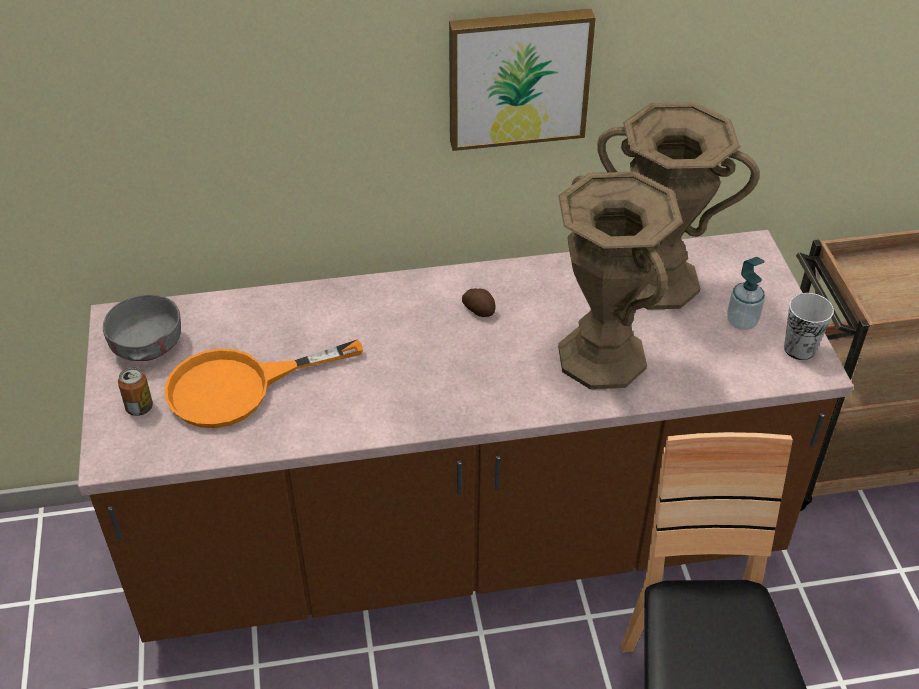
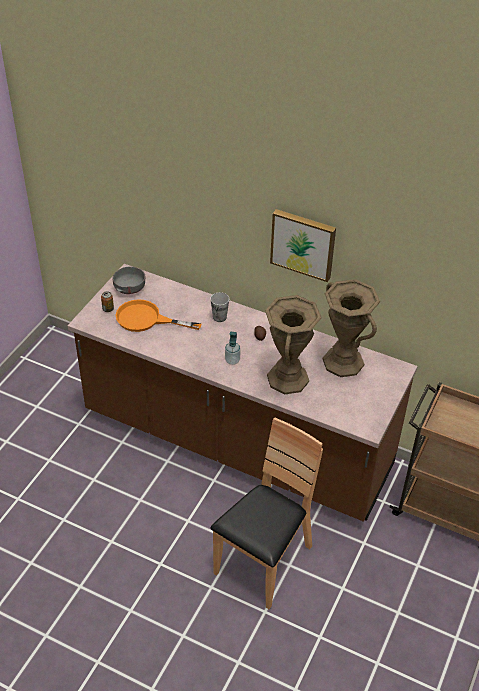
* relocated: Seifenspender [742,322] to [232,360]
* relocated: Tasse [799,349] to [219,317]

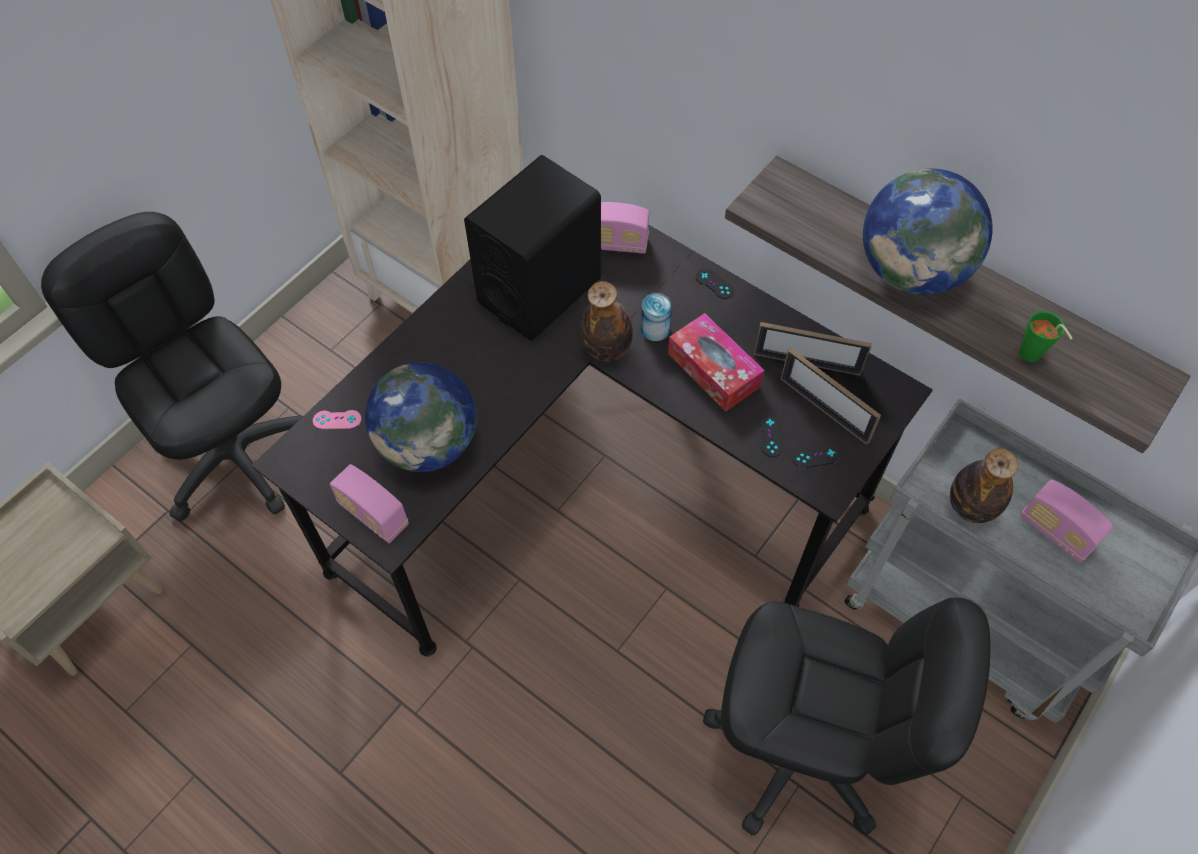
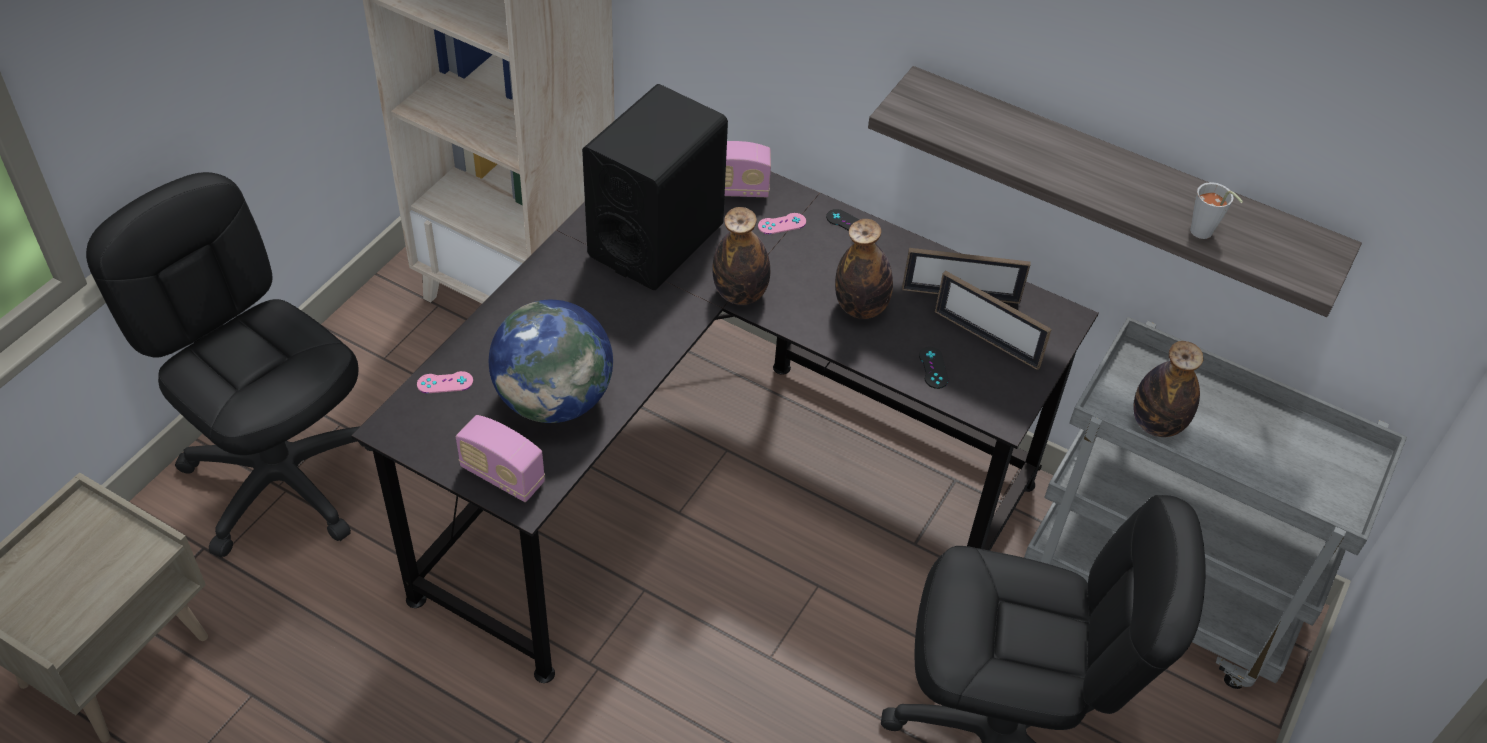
* missing: Dose [655,329]
* missing: Gamepad (schwarz) [816,456]
* missing: Globus [911,271]
* missing: Radio [1056,532]
* appeared: Gamepad (rosa) [782,224]
* exchanged: Taschentuchbox [713,370] to Flasche [861,307]
* colour: Tasse (grün) [1032,357] to Tasse (grau) [1204,234]

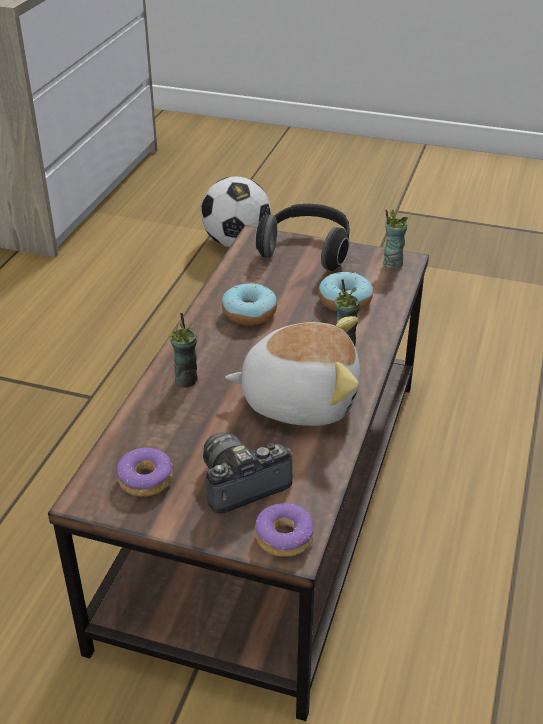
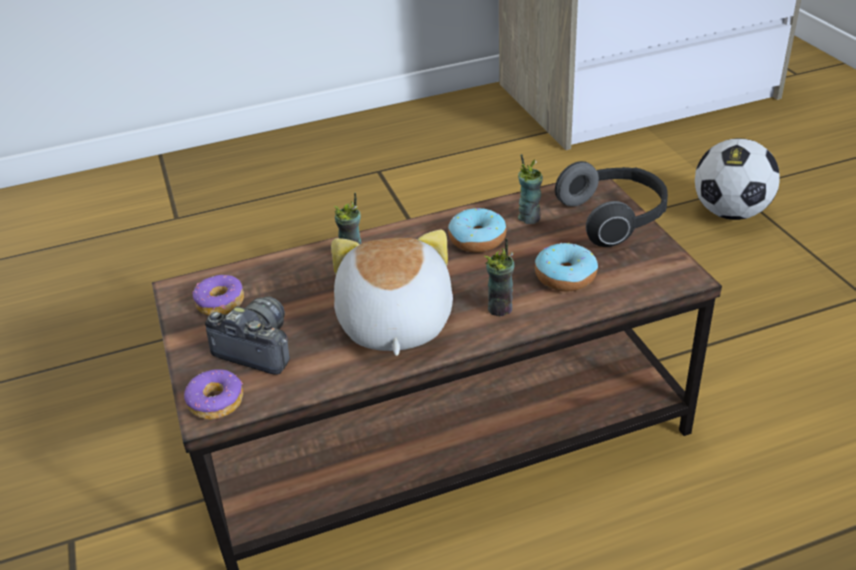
* relocated: Tasse [392,263] to [529,217]
* spun: Plüschtier [299,399] = [393,323] 150 degrees counterclockwise

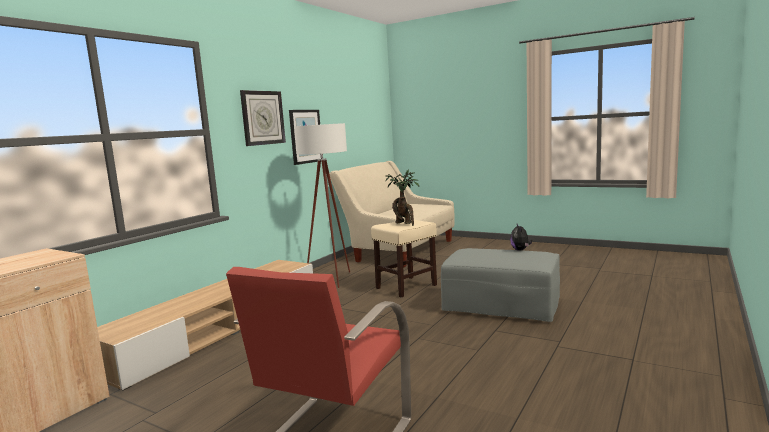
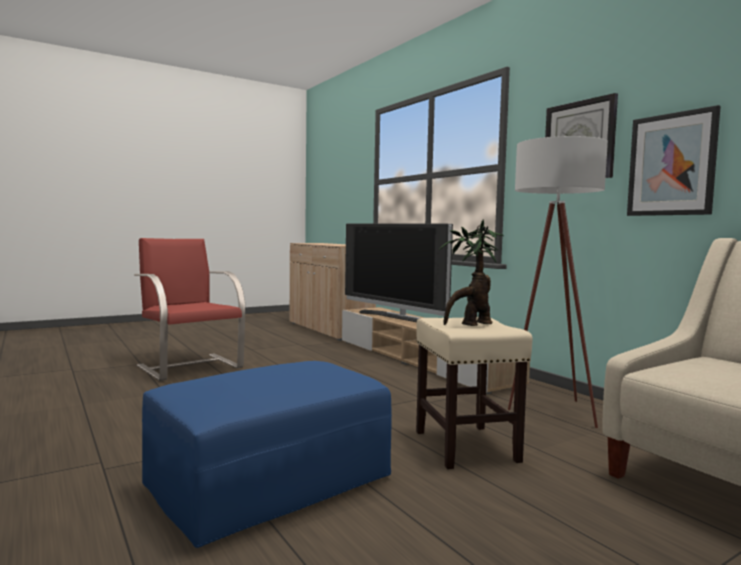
* missing: Plüschtier [520,250]
* appeared: Fernseher [398,318]
* colour: Polsterhocker (grau) [501,305] to Polsterhocker (blau) [270,483]

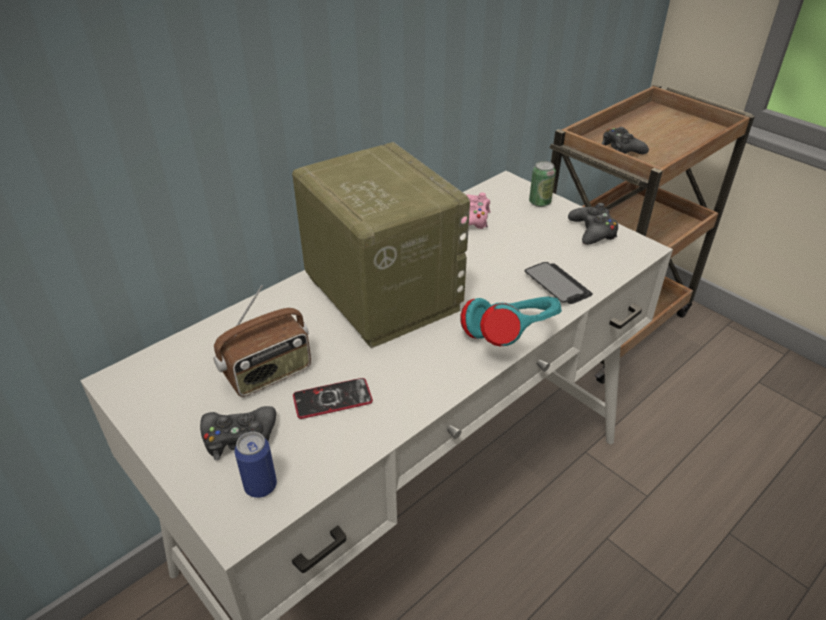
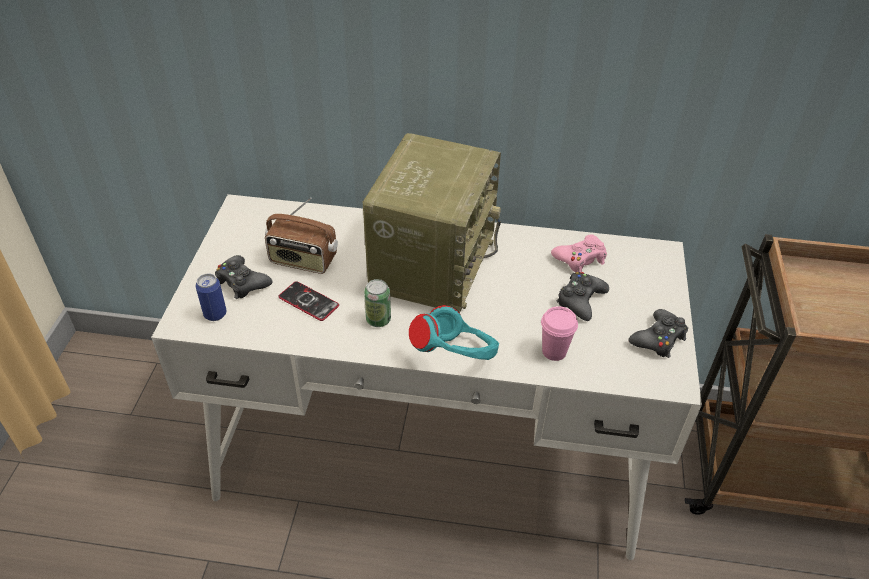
* relocated: Dose [539,202] to [378,320]
* relocated: Gamepad (schwarz) [622,148] to [580,300]
* exchanged: Handy [557,284] to Tasse (rosa) [554,351]

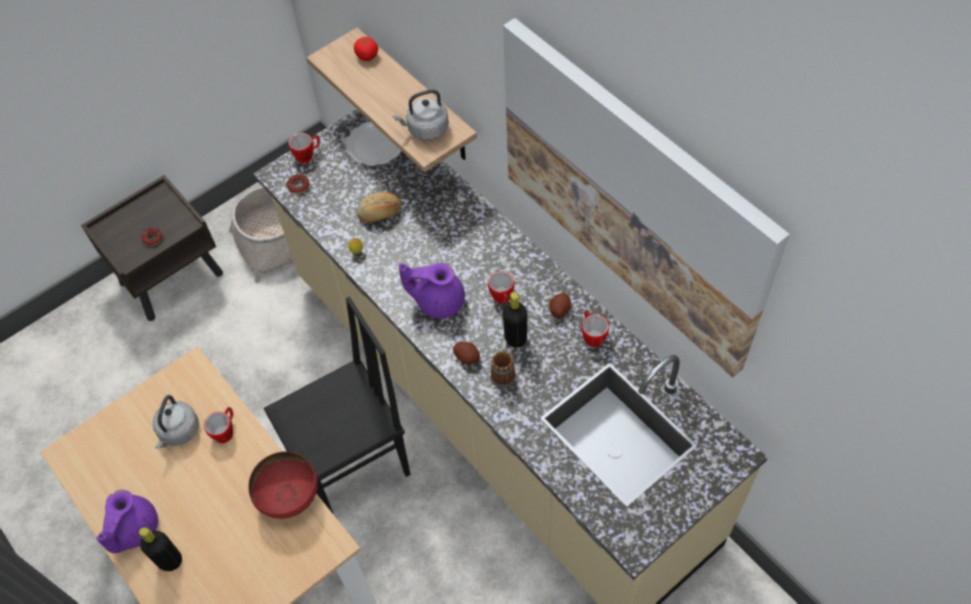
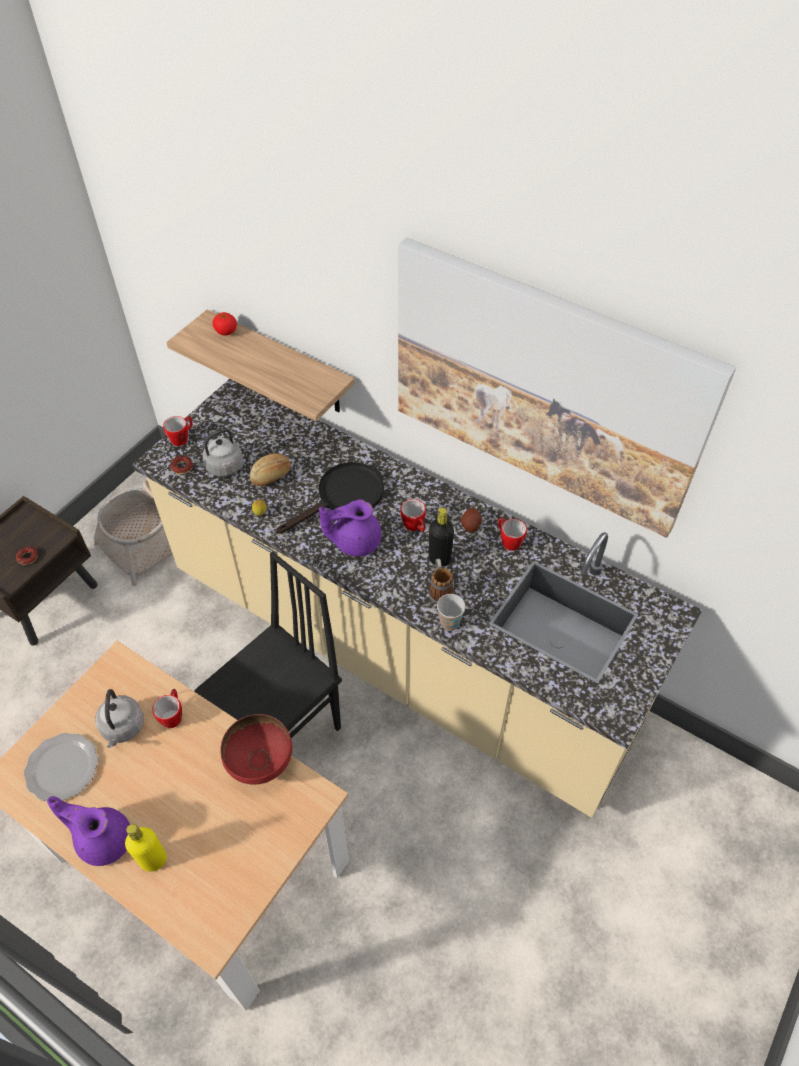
* missing: Kartoffel [467,357]
* appeared: Pfanne (schwarz) [343,497]
* appeared: Tasse [449,623]
* relocated: Teller [375,145] to [61,768]
* relocated: Wasserkessel (grau) [426,129] to [222,467]
* colour: Flasche (schwarz) [170,561] to Flasche (gelb) [153,859]
* spun: Teekanne (lila) [133,530] = [103,839] 120 degrees clockwise

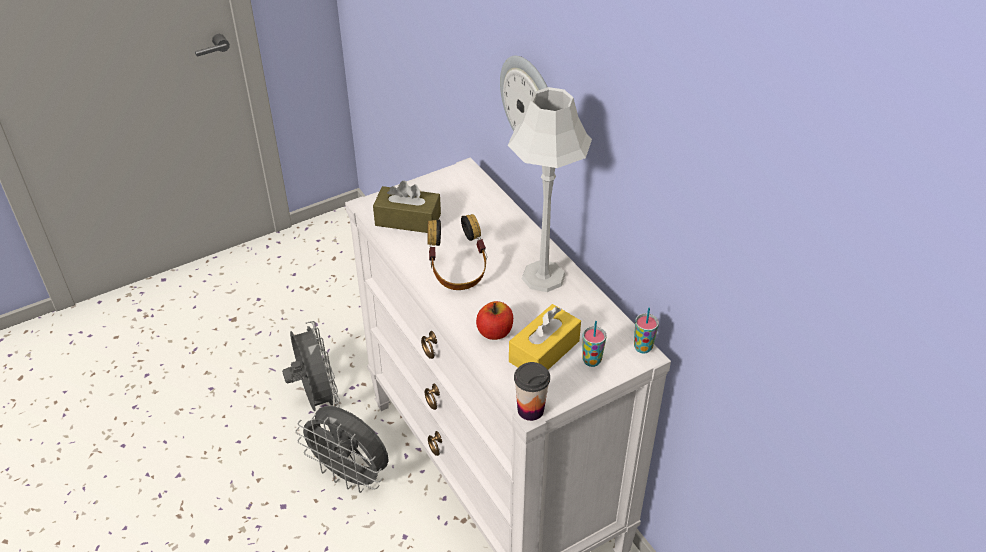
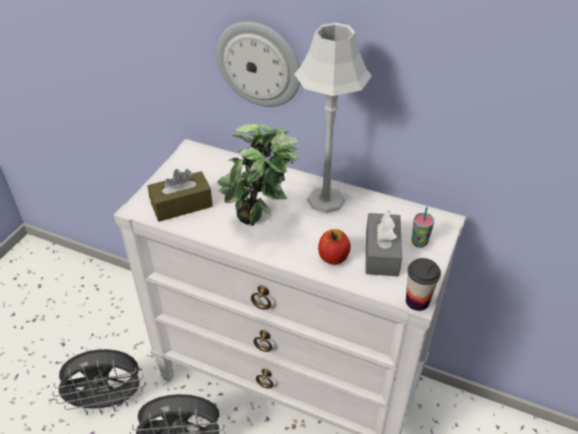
* missing: Tasse [643,347]
* exchanged: Kopfhörer [458,272] to Topfpflanze [260,226]
* colour: Taschentuchbox (gelb) [544,351] to Taschentuchbox (grau) [381,253]
* spun: Ventilator (grau) [316,398] = [108,401] 135 degrees clockwise

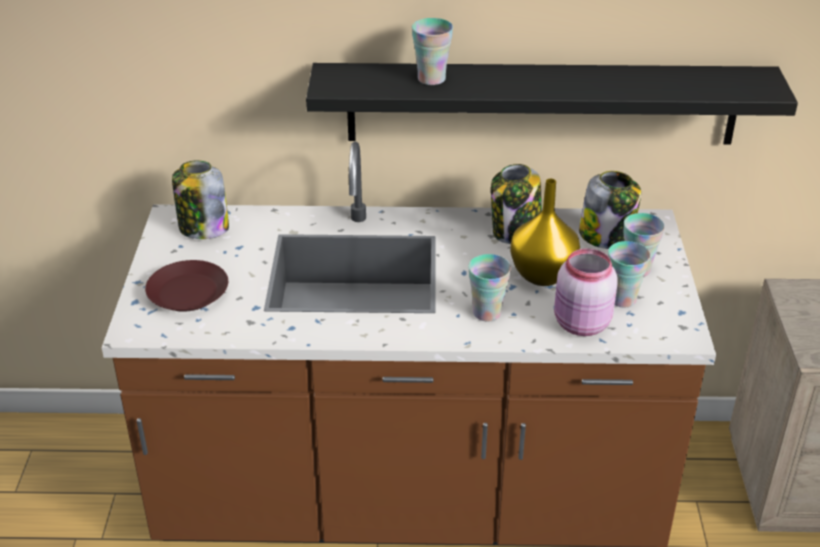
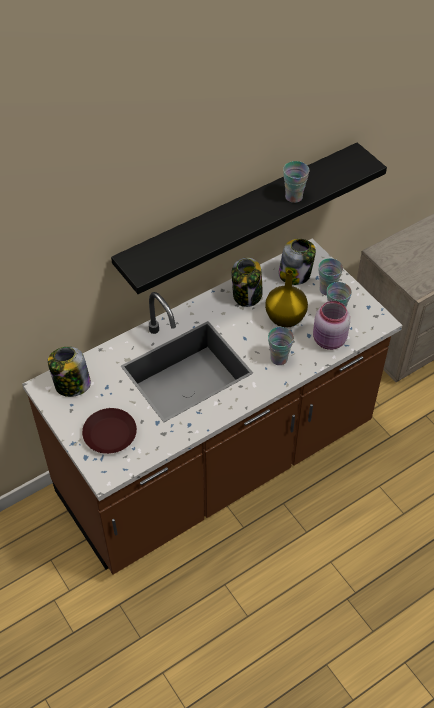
* relocated: Tasse [431,79] to [293,197]

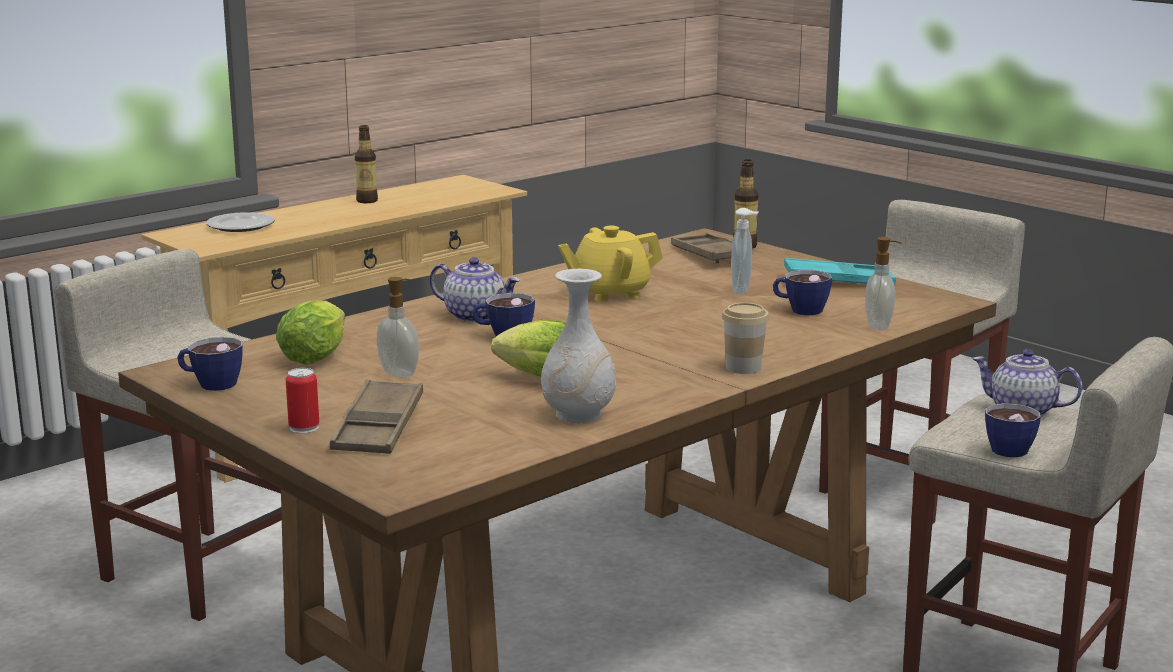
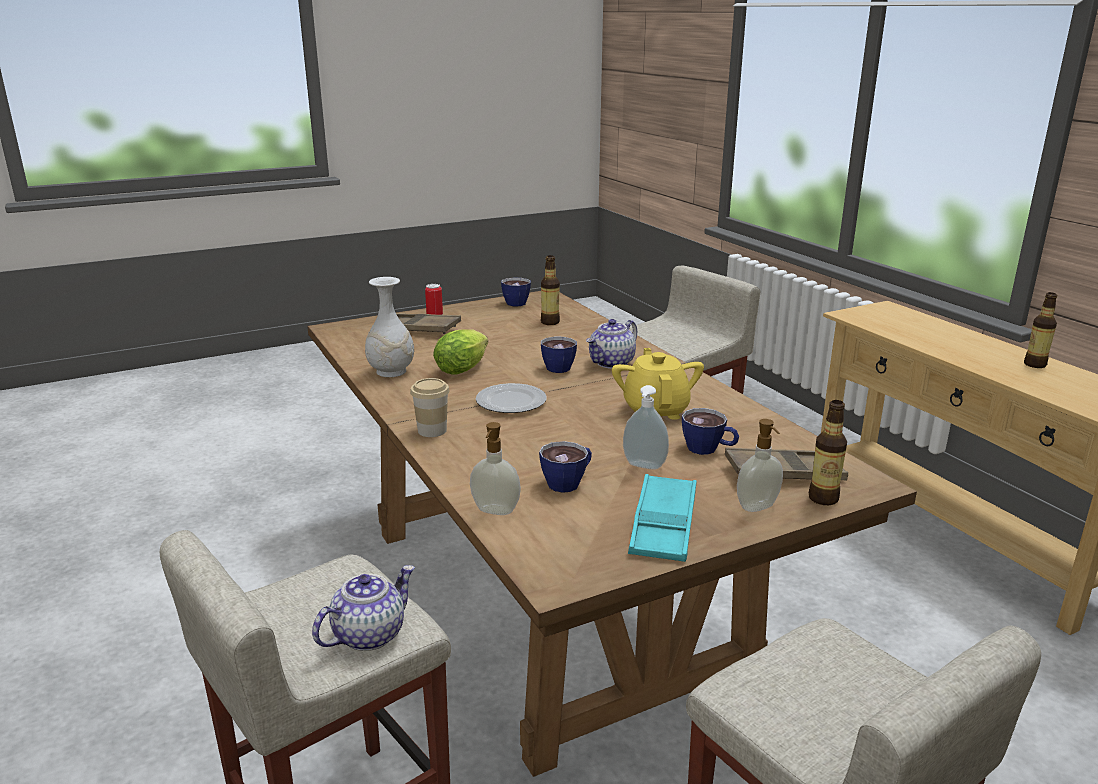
* relocated: Teller [241,226] to [511,402]
* relocated: Seifenspender [400,373] to [758,507]
* relocated: Tasse [1008,447] to [709,449]
* exchanged: Salatkopf [317,356] to Flasche [550,322]

